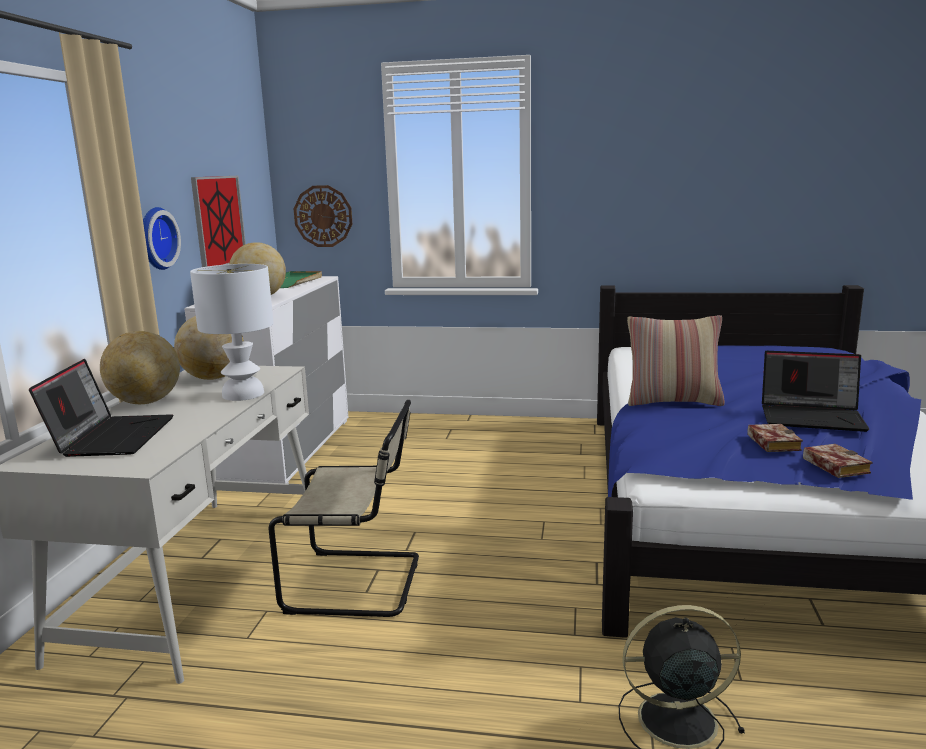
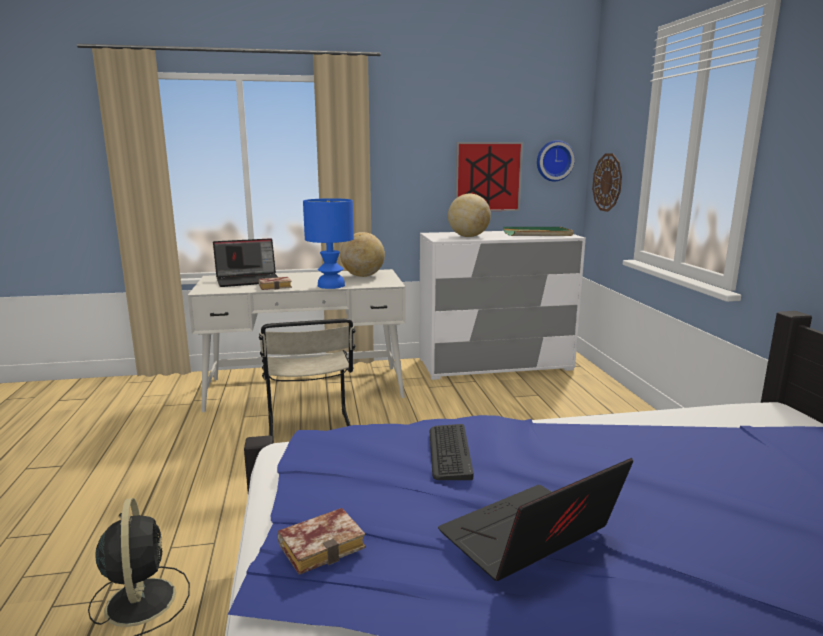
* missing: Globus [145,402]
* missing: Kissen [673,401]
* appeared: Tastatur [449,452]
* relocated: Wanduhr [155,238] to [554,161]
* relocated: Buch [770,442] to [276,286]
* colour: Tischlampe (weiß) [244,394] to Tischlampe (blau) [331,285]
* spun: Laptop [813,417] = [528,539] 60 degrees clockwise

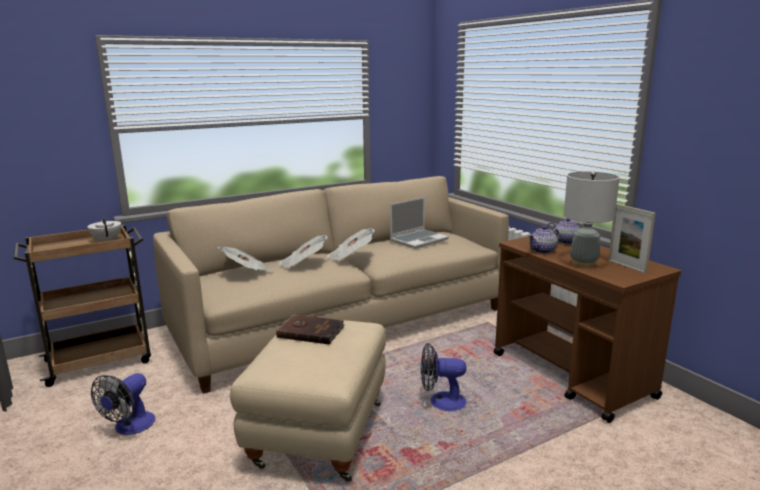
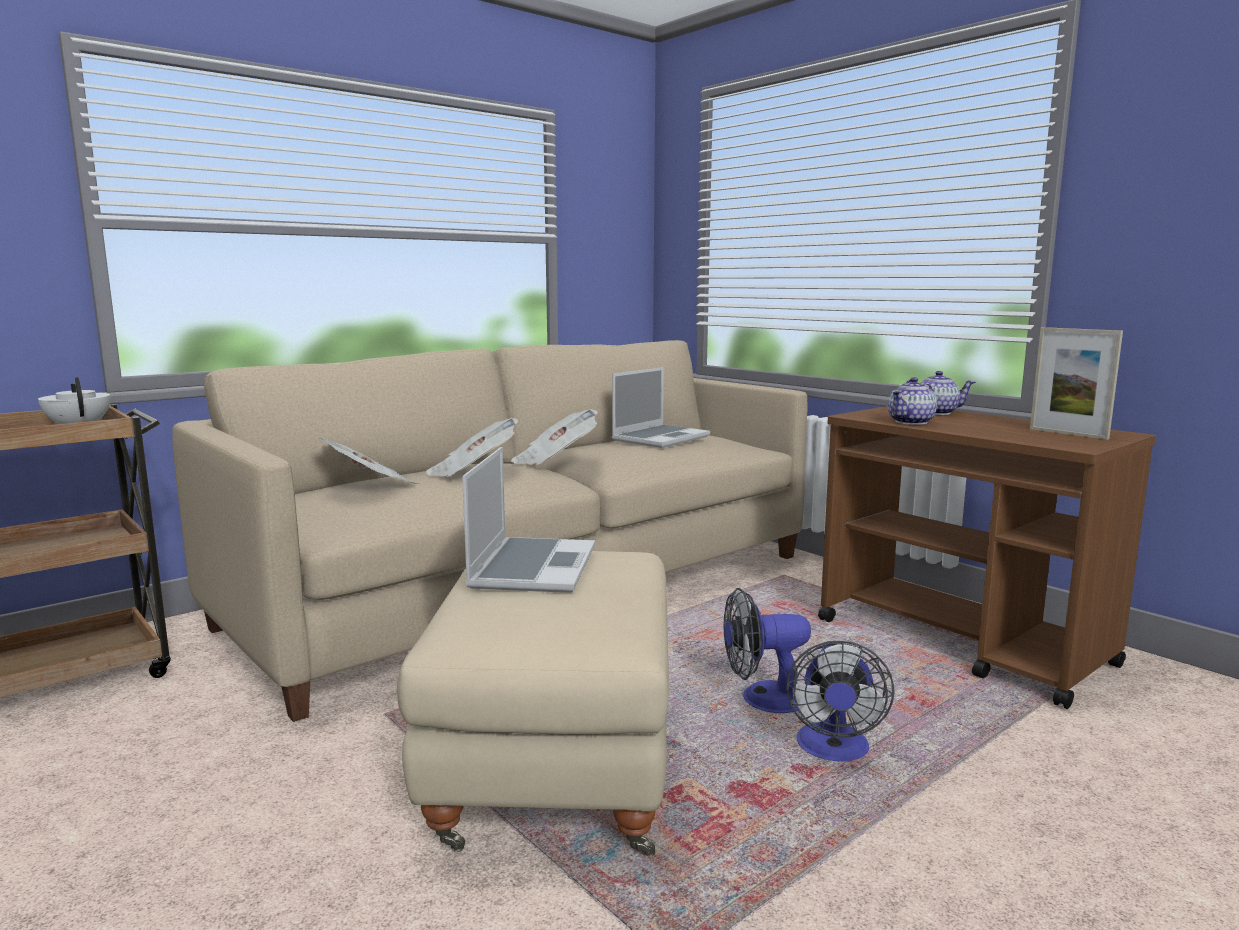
* missing: Tischlampe (grau) [583,264]
* relocated: Ventilator [130,427] to [833,750]
* exchanged: Buch (braun) [310,331] to Laptop [532,567]

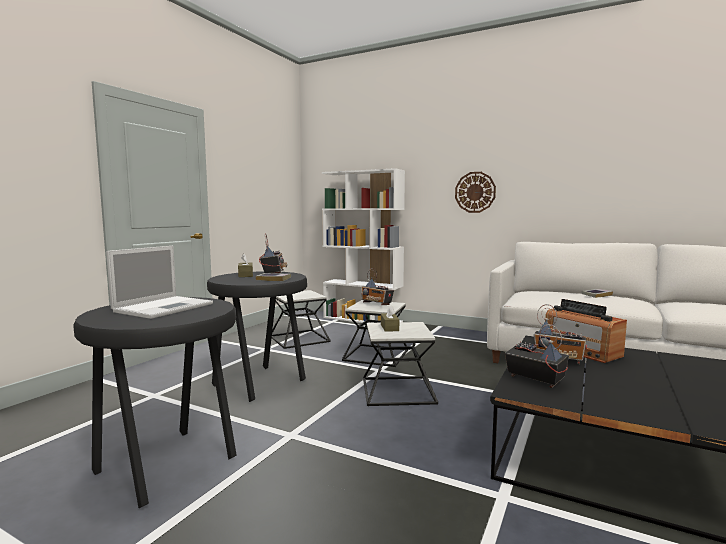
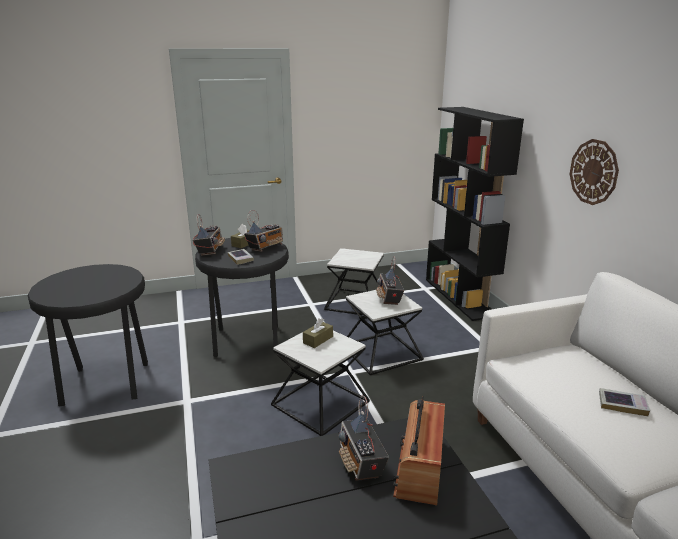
* missing: Laptop [165,307]
* relocated: Radio [534,379] to [210,250]
* colour: Bücherregal (weiß) [363,319] to Bücherregal (schwarz) [460,297]

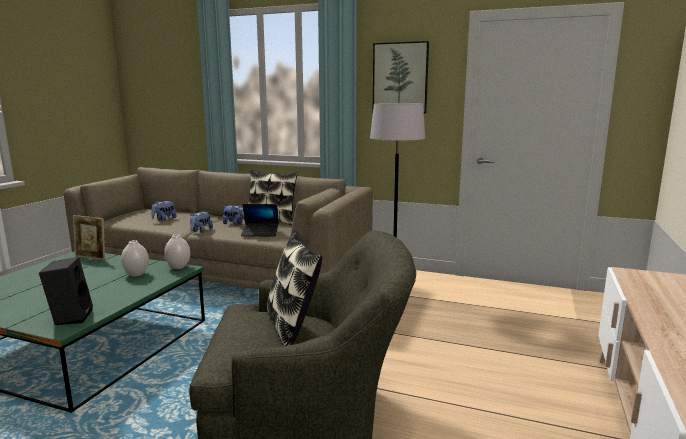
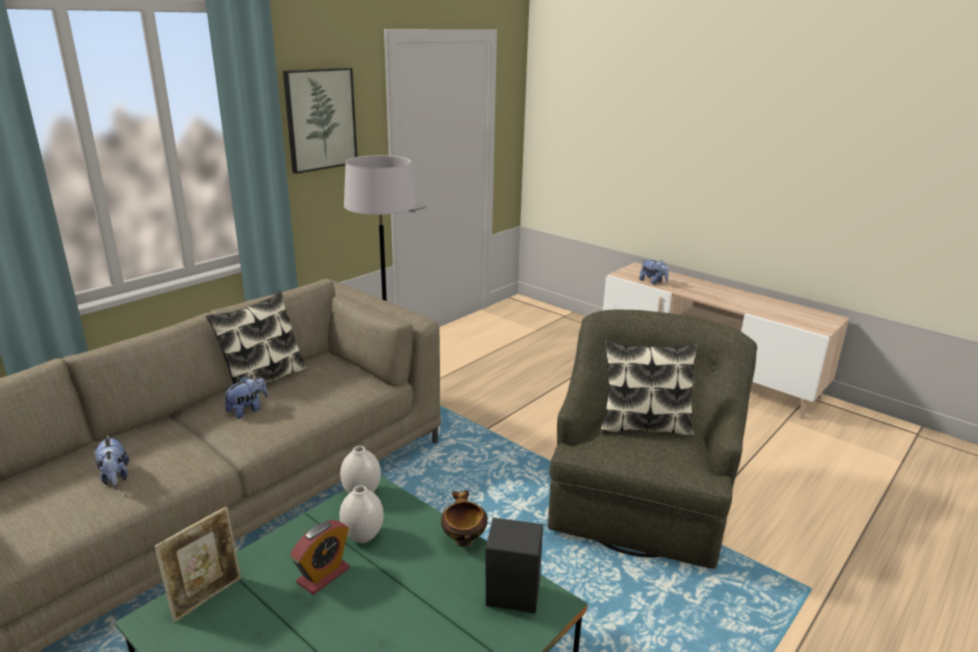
* missing: Laptop [260,233]
* appeared: Wecker [323,575]
* appeared: Schüssel [463,539]
* relocated: Plüschtier [201,231] to [653,282]

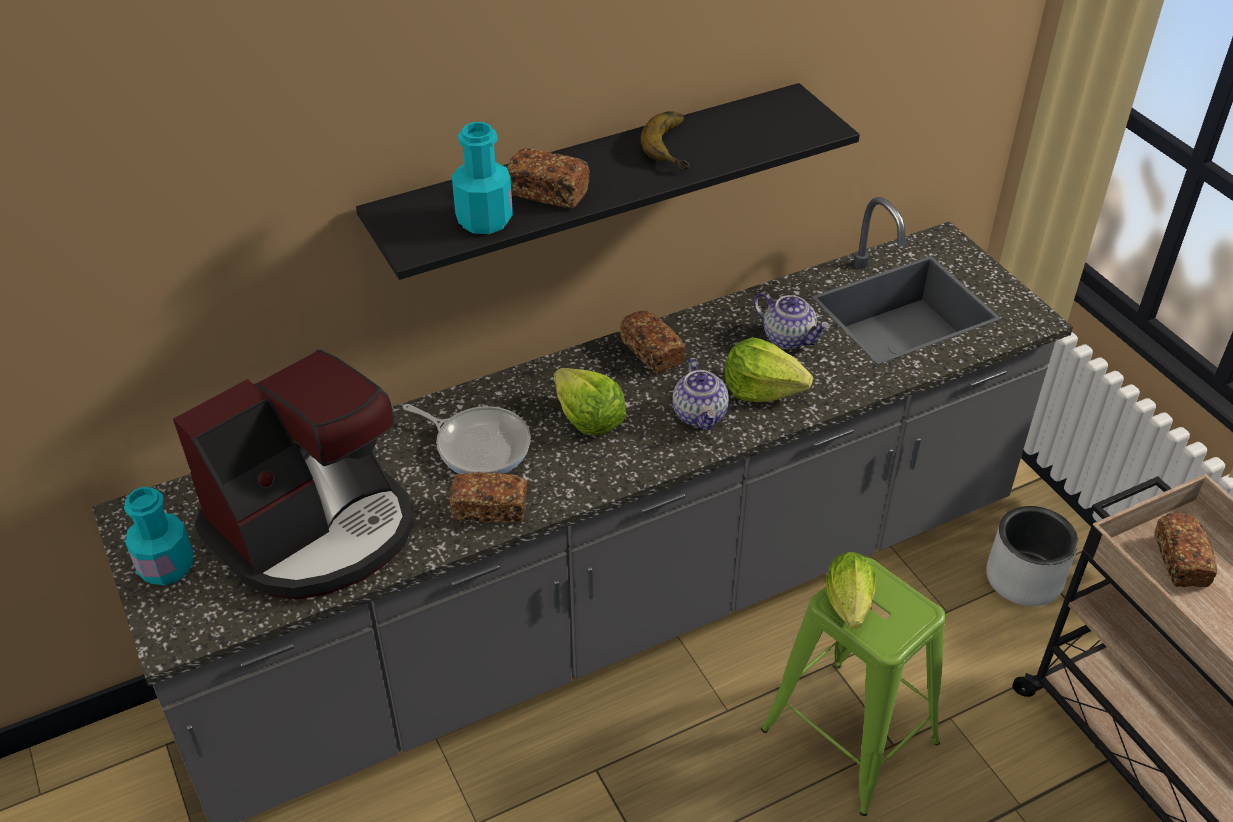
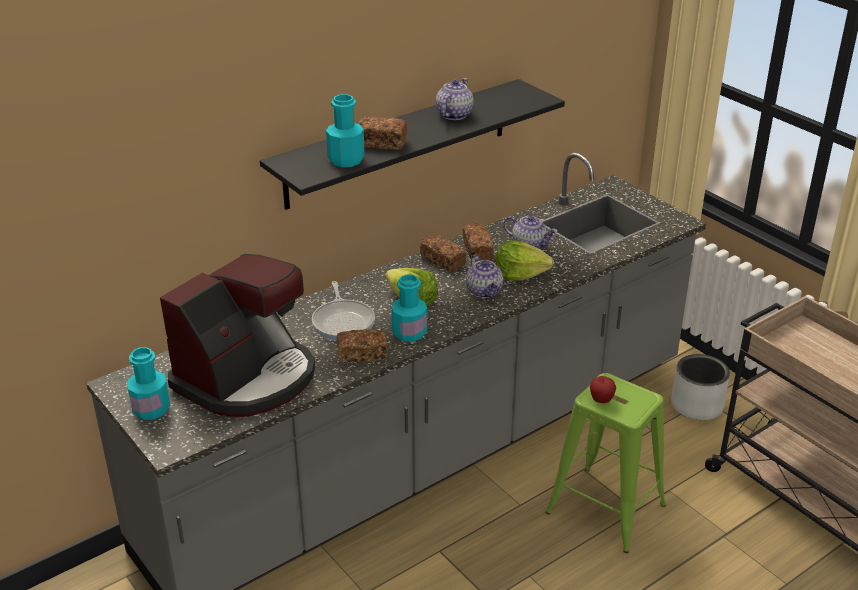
* appeared: Flasche (türkis) [409,333]
* relocated: Brot [1180,561] to [477,251]
* exchanged: Banane [677,145] to Teekanne [454,114]
* exchanged: Salatkopf [849,608] to Apfel [601,400]
* spun: Pfanne [479,445] = [343,321] 60 degrees clockwise

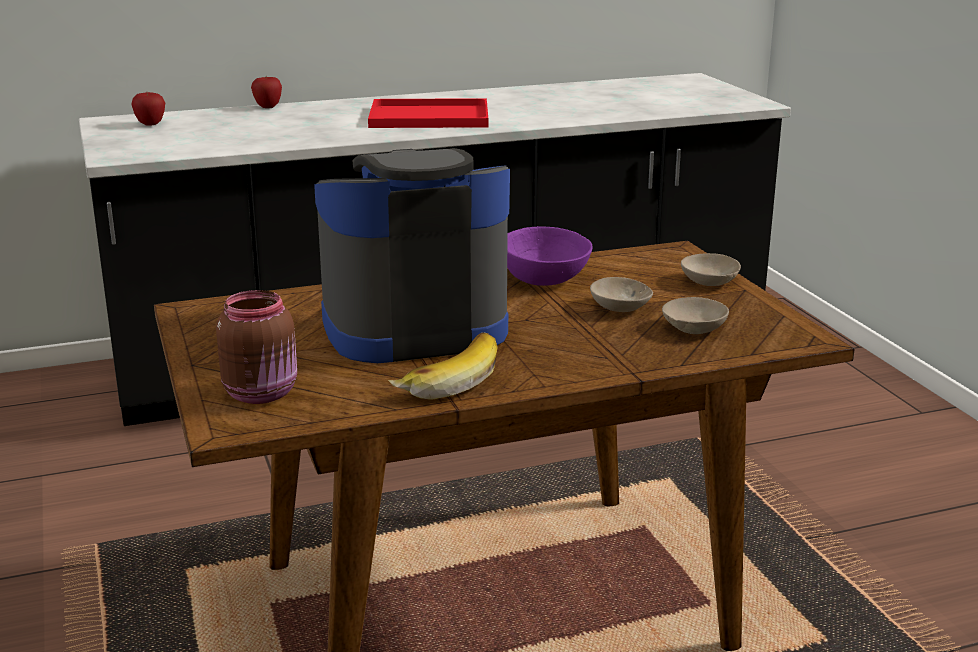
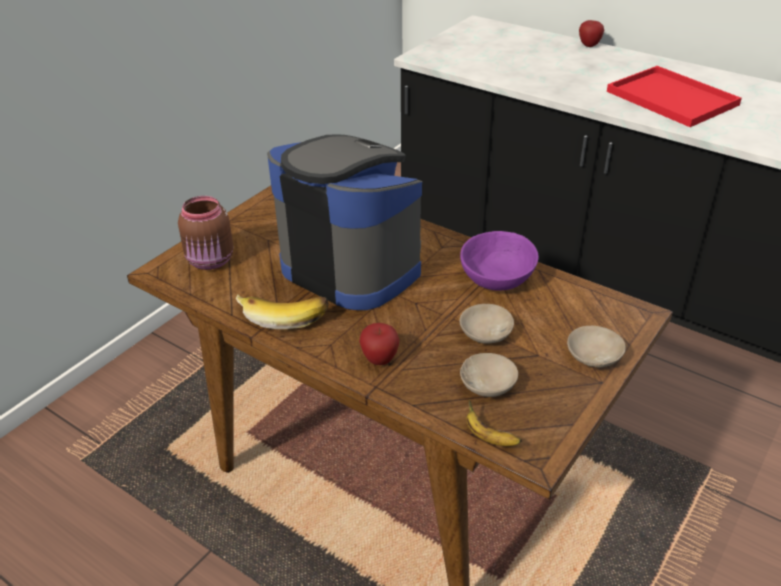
* appeared: Banane [488,437]
* relocated: Apfel [150,124] to [379,360]

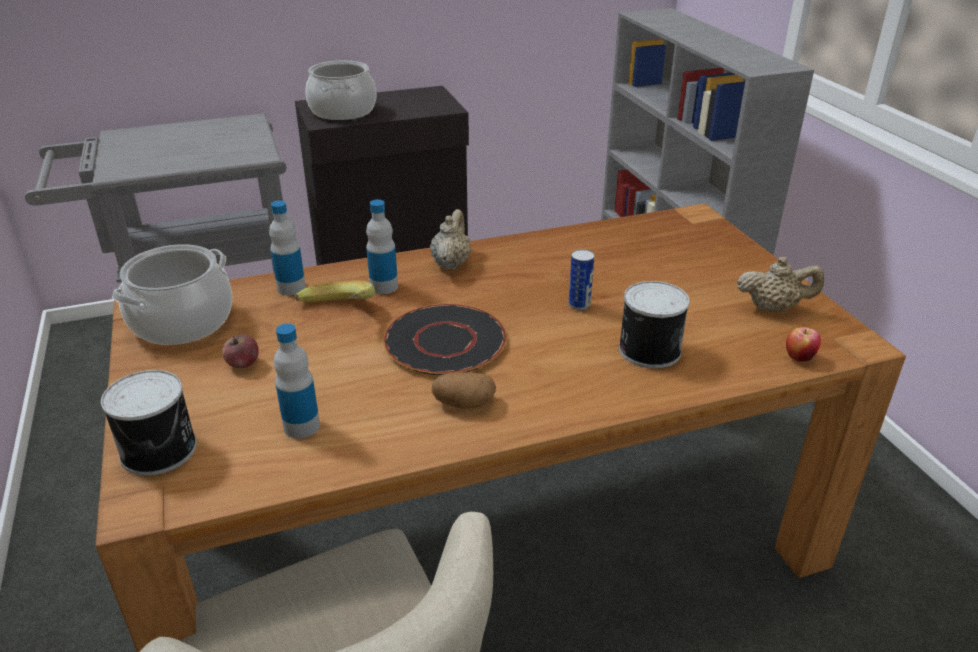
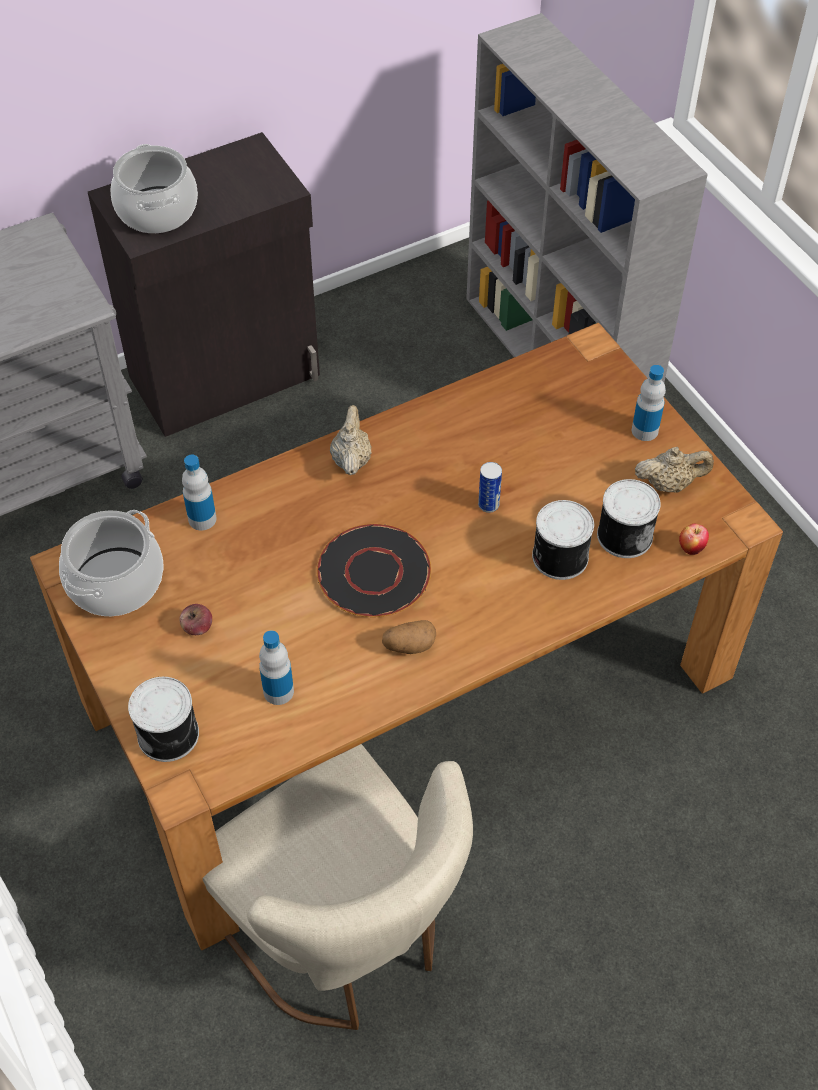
* missing: Banane [337,313]
* appeared: Dose [624,534]
* relocated: Flasche [384,287] to [644,430]

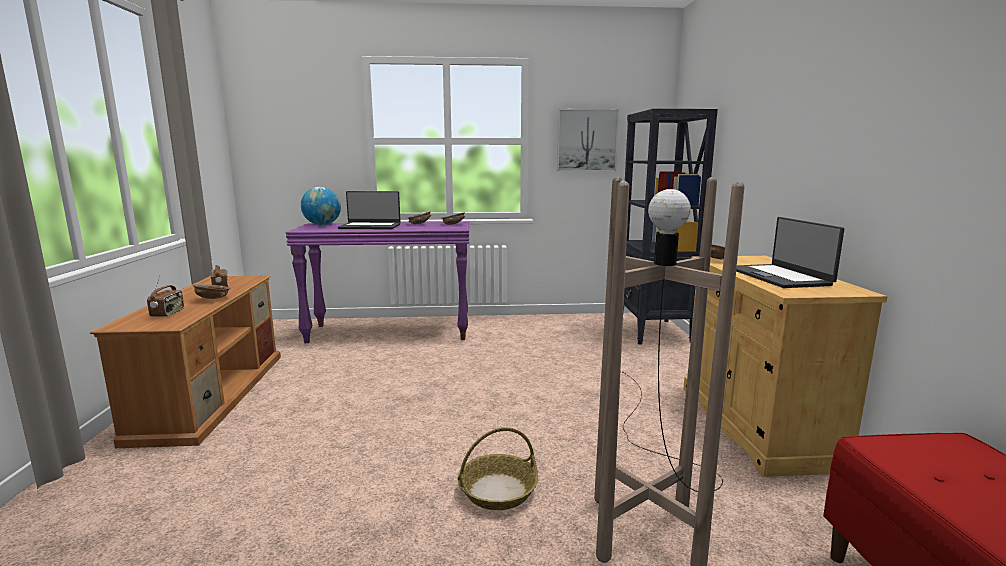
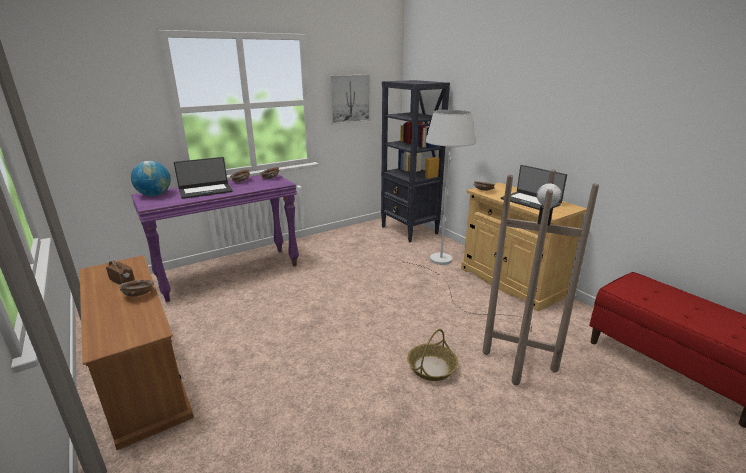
* missing: Radio [168,313]
* appeared: Stehlampe (weiß) [441,254]

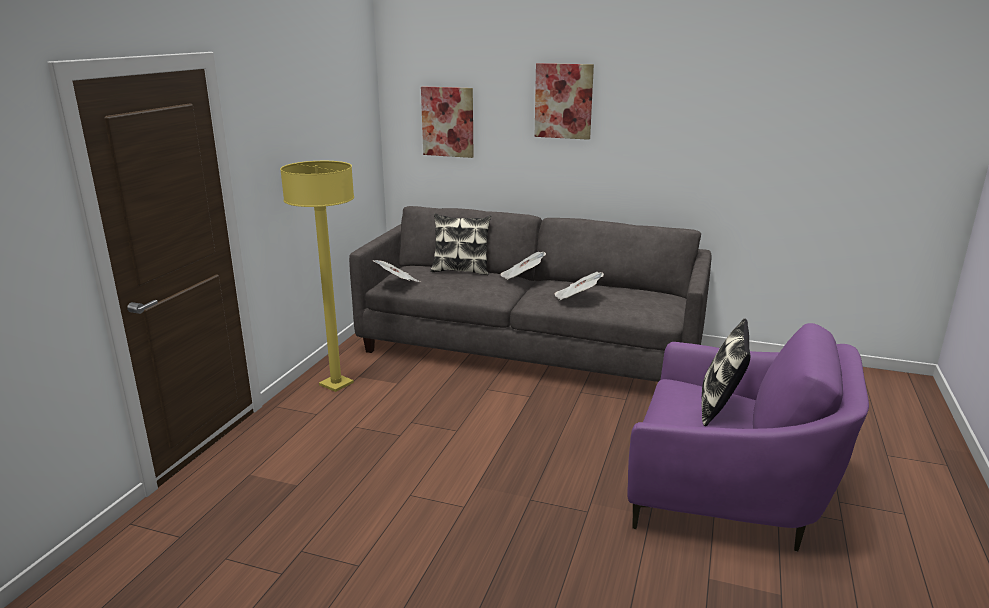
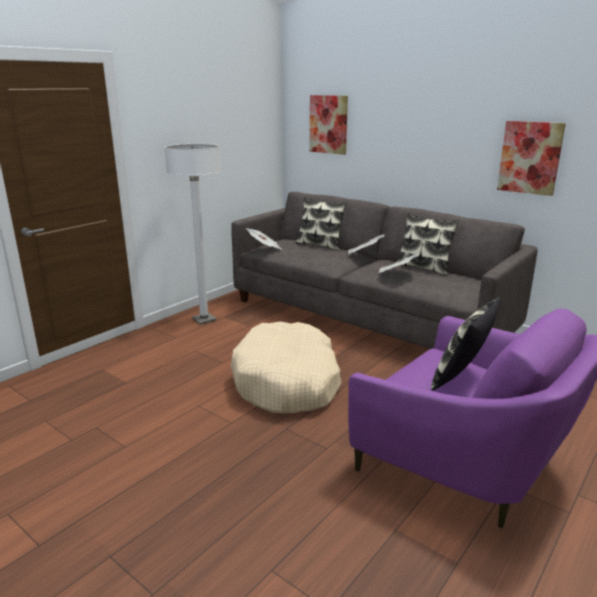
* appeared: Hundebett (beige) [287,382]
* appeared: Kissen [424,268]
* relocated: Bild [563,101] to [530,157]
* colour: Stehlampe (gelb) [336,384] to Stehlampe (weiß) [204,319]

